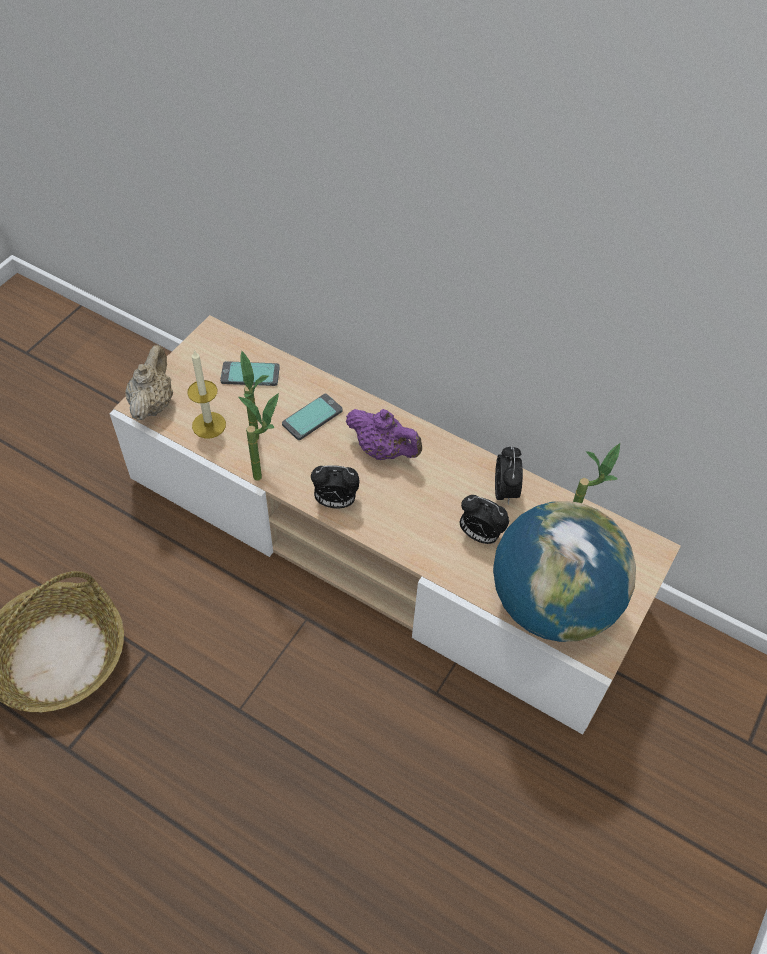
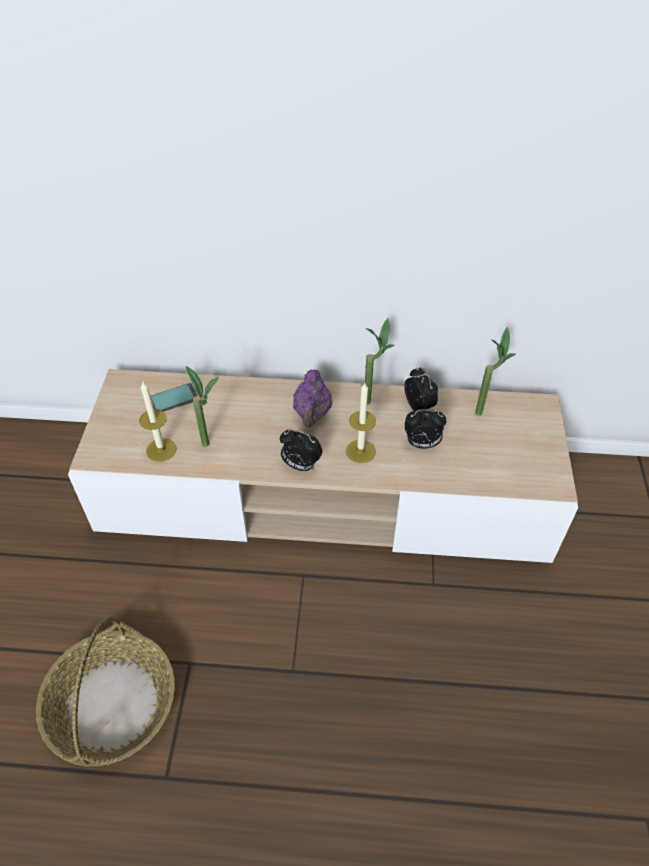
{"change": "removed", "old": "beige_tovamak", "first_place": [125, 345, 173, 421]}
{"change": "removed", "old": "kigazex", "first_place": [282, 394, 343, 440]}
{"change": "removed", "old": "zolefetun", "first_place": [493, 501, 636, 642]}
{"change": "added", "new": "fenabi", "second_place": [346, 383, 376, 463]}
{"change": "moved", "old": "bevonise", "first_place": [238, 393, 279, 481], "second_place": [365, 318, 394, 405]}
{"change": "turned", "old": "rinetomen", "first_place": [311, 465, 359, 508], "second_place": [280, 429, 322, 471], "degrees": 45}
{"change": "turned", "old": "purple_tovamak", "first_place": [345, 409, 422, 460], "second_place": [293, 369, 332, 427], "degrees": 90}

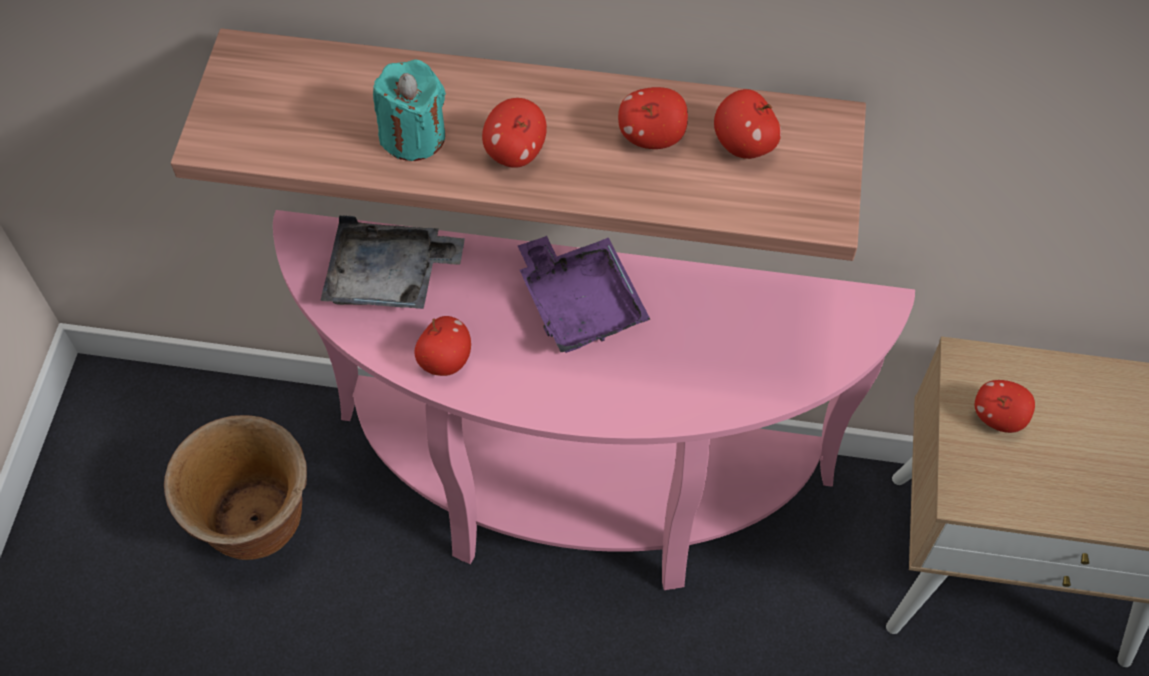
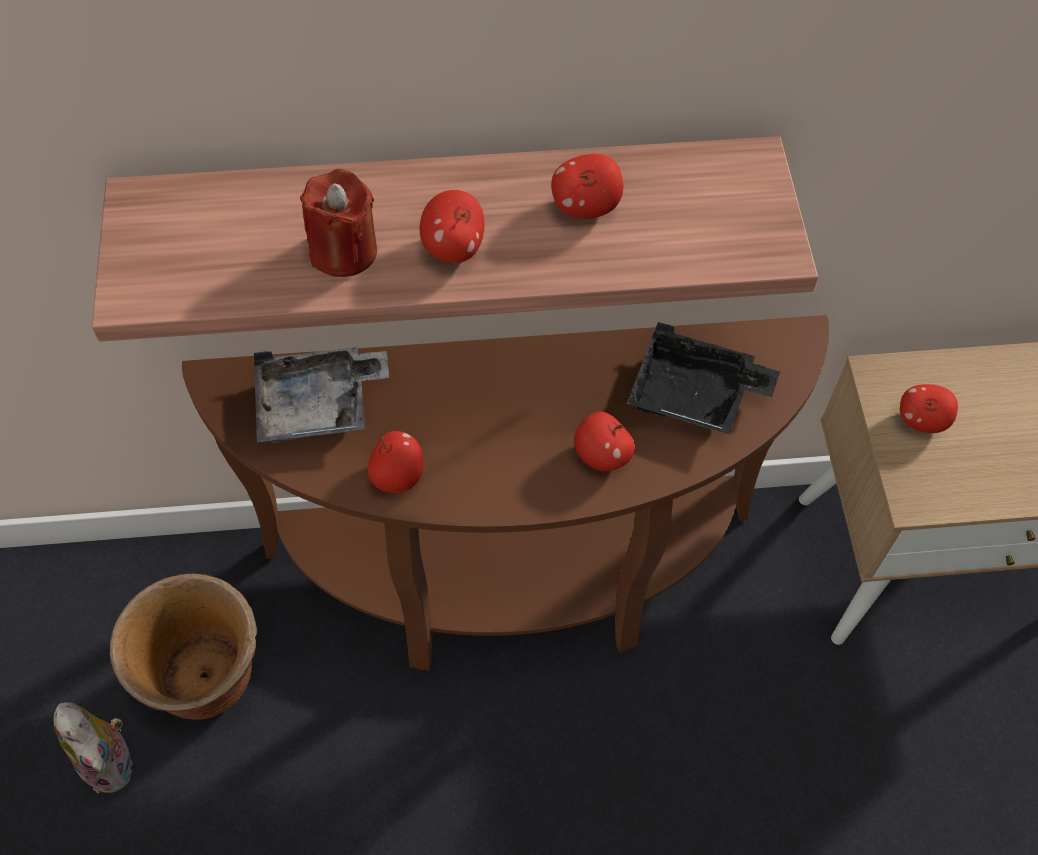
{"change": "removed", "old": "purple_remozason", "first_place": [518, 236, 650, 353]}
{"change": "added", "new": "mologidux", "second_place": [53, 702, 133, 793]}
{"change": "added", "new": "black_remozason", "second_place": [627, 322, 780, 435]}
{"change": "moved", "old": "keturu", "first_place": [714, 89, 781, 159], "second_place": [574, 412, 635, 471]}
{"change": "recoloured", "old": "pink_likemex", "new": "brown_likemex", "first_place": [273, 210, 915, 590], "second_place": [182, 315, 829, 671]}
{"change": "recoloured", "old": "turquoise_fenabi", "new": "red_fenabi", "first_place": [373, 59, 446, 161], "second_place": [300, 169, 377, 277]}

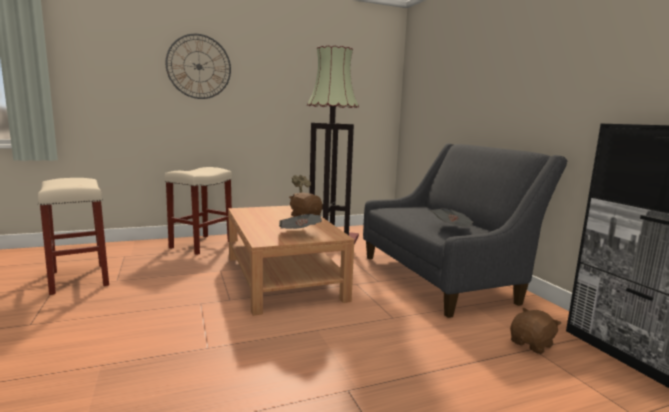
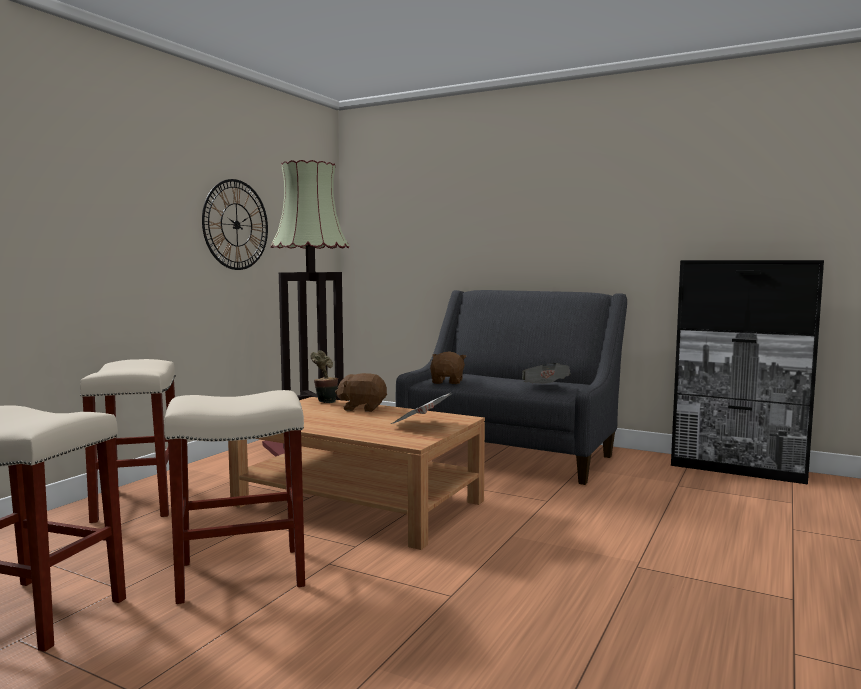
{"change": "added", "new": "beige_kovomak", "second_place": [164, 390, 305, 604]}
{"change": "moved", "old": "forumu", "first_place": [166, 34, 231, 99], "second_place": [202, 179, 268, 270]}
{"change": "moved", "old": "brown_mologidux", "first_place": [510, 308, 562, 354], "second_place": [430, 351, 467, 384]}

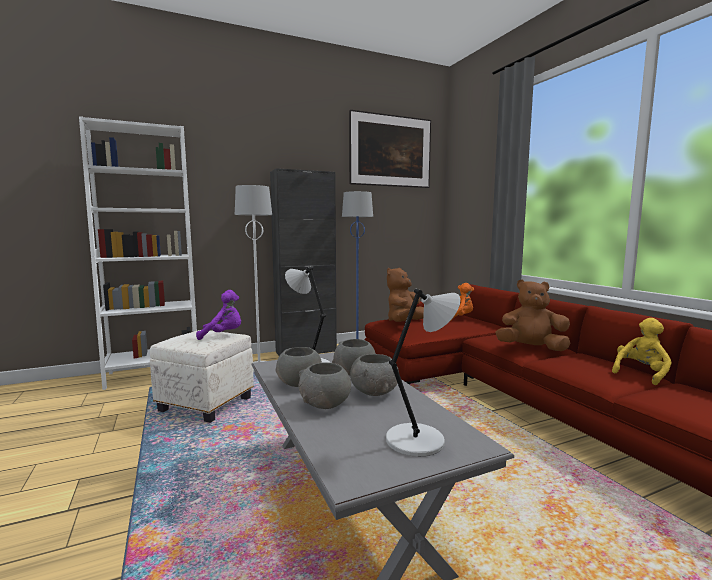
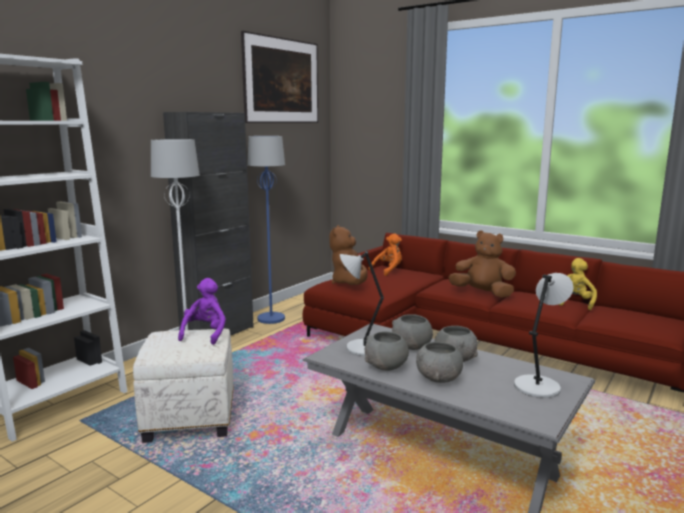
{"change": "turned", "old": "purple_mologidux", "first_place": [196, 290, 241, 340], "second_place": [178, 278, 226, 345], "degrees": -45}
{"change": "turned", "old": "brown_mologidux", "first_place": [495, 279, 571, 351], "second_place": [448, 230, 516, 297], "degrees": 45}

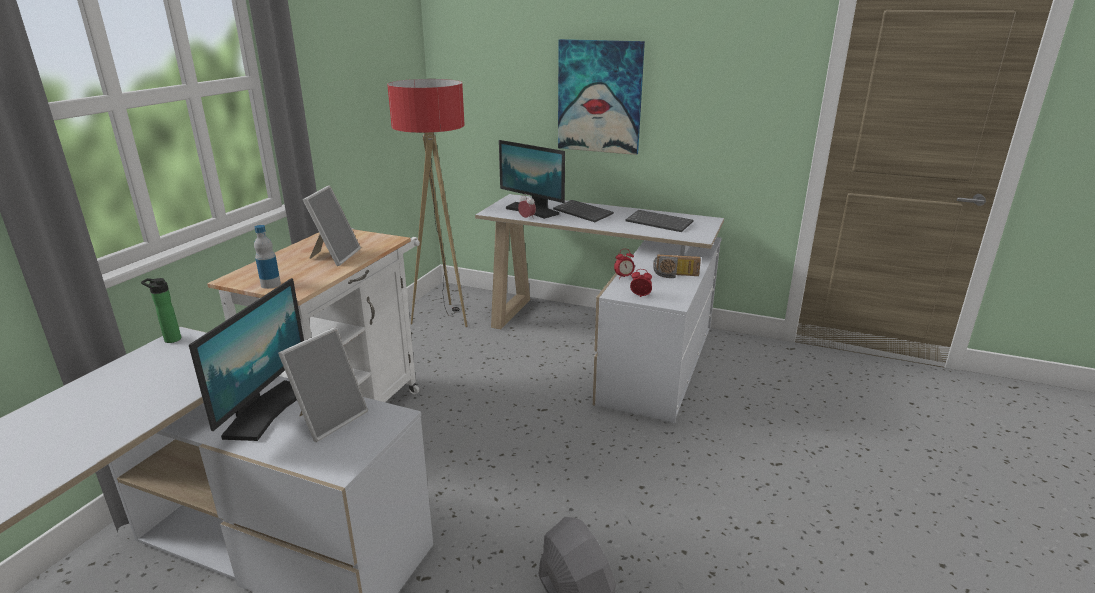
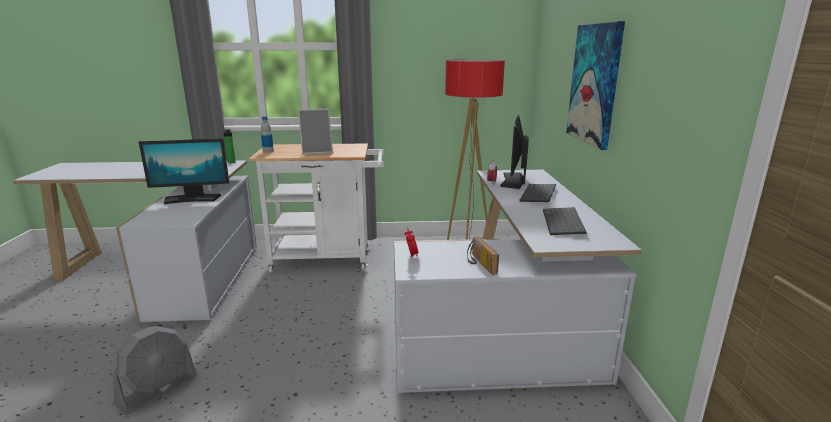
{"change": "removed", "old": "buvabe", "first_place": [278, 327, 368, 442]}
{"change": "removed", "old": "rinetomen", "first_place": [614, 249, 635, 279]}

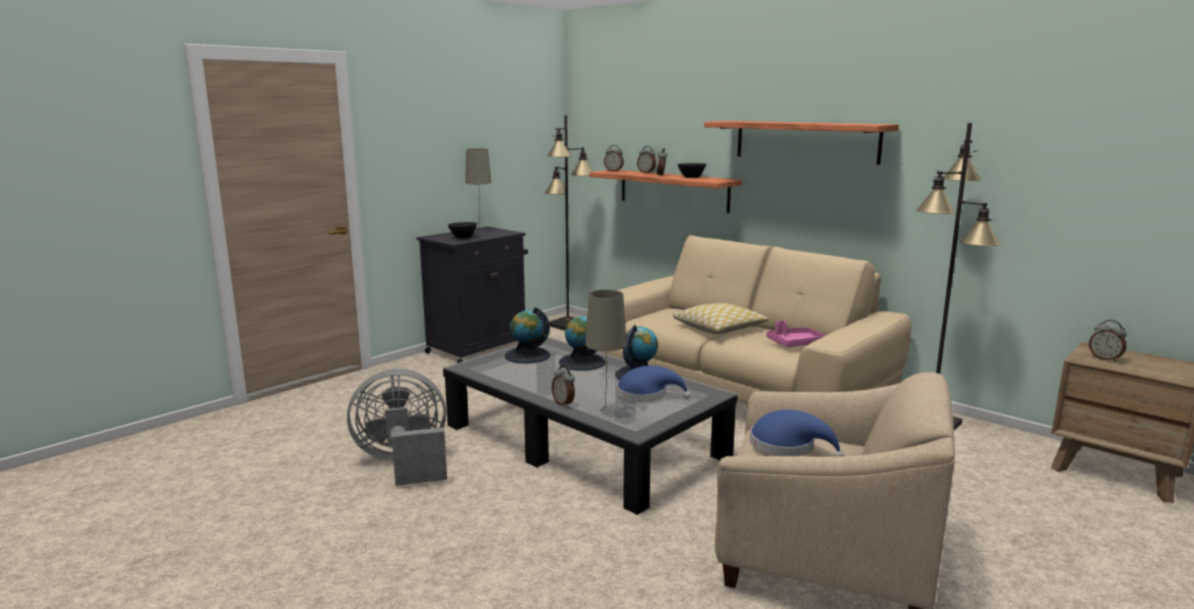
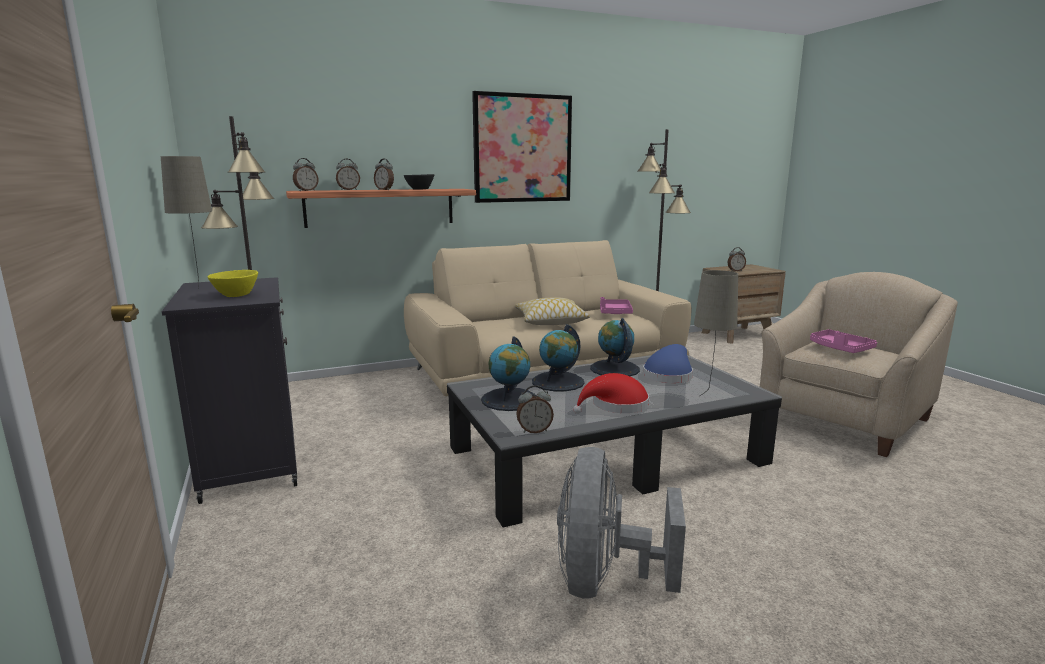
{"change": "added", "new": "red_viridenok", "second_place": [573, 373, 649, 414]}
{"change": "moved", "old": "rinetomen", "first_place": [552, 365, 575, 407], "second_place": [516, 385, 554, 433]}
{"change": "replaced", "old": "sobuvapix", "new": "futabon", "first_place": [704, 121, 899, 165], "second_place": [472, 91, 572, 203]}
{"change": "replaced", "old": "blue_viridenok", "new": "pink_remozason", "first_place": [750, 410, 844, 457], "second_place": [810, 329, 877, 353]}
{"change": "recoloured", "old": "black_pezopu", "new": "yellow_pezopu", "first_place": [448, 222, 477, 238], "second_place": [208, 270, 258, 297]}

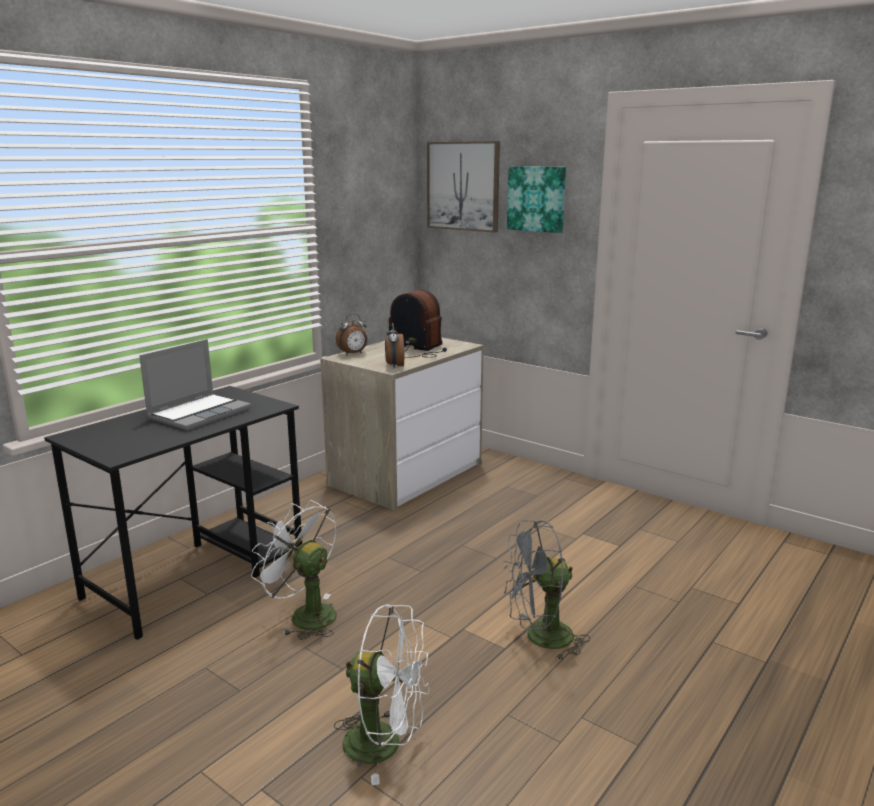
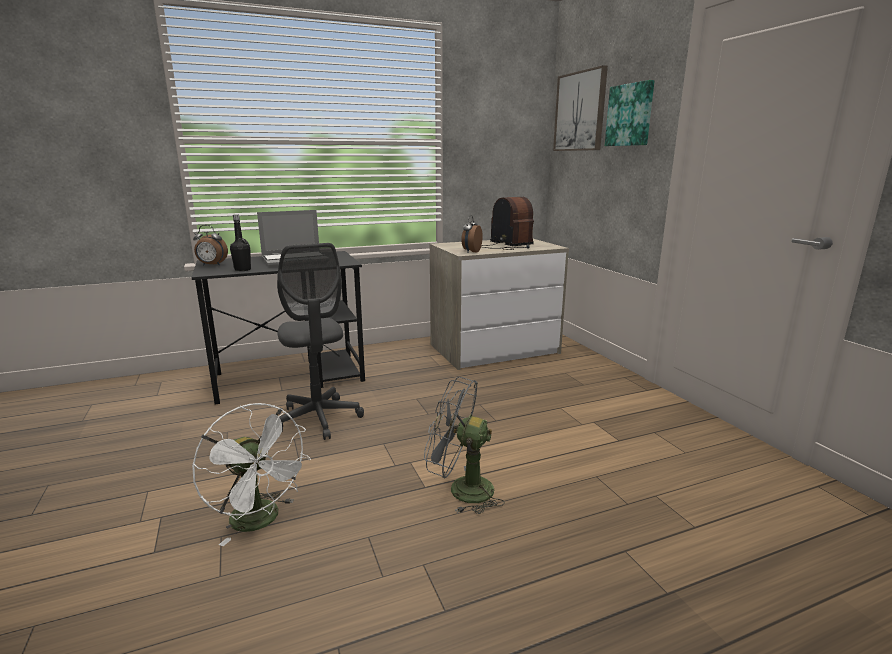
{"change": "added", "new": "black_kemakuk", "second_place": [230, 214, 251, 271]}
{"change": "moved", "old": "rinetomen", "first_place": [336, 313, 367, 355], "second_place": [193, 225, 228, 266]}
{"change": "replaced", "old": "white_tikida", "new": "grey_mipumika", "first_place": [251, 500, 337, 640], "second_place": [277, 243, 364, 440]}

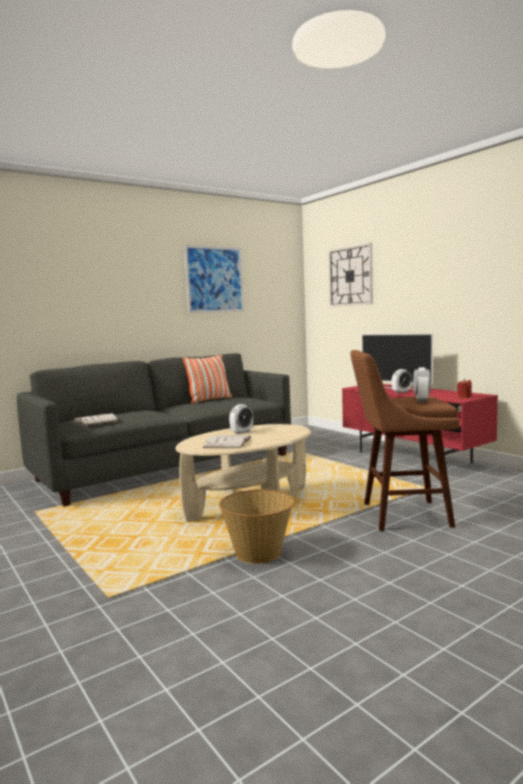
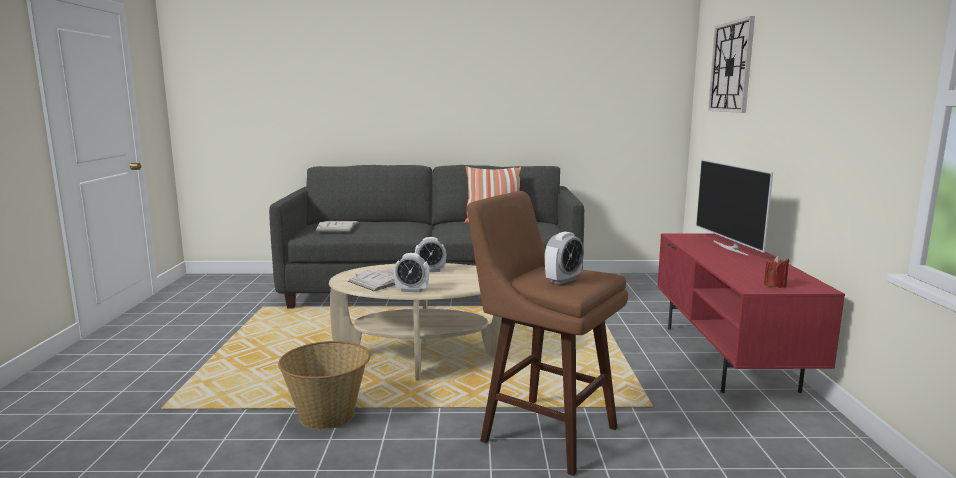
{"change": "removed", "old": "futabon", "first_place": [184, 245, 244, 313]}
{"change": "moved", "old": "rinetomen", "first_place": [392, 369, 412, 393], "second_place": [393, 253, 429, 292]}

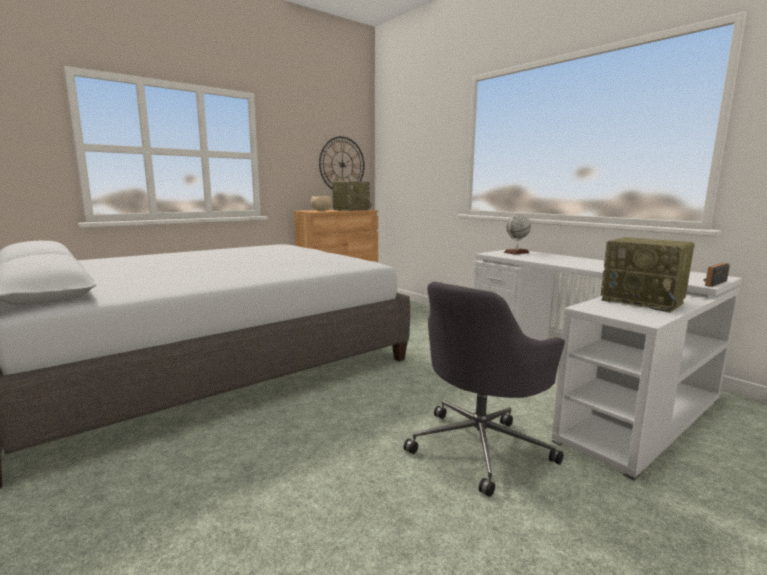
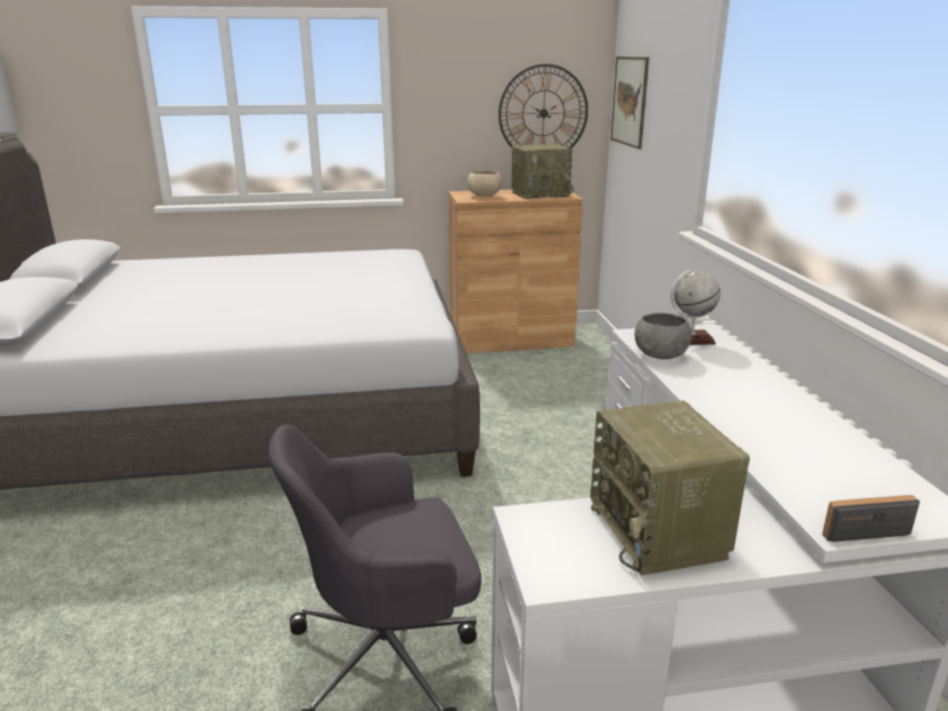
{"change": "added", "new": "futabon", "second_place": [610, 57, 649, 149]}
{"change": "added", "new": "grey_pezopu", "second_place": [634, 313, 692, 359]}

